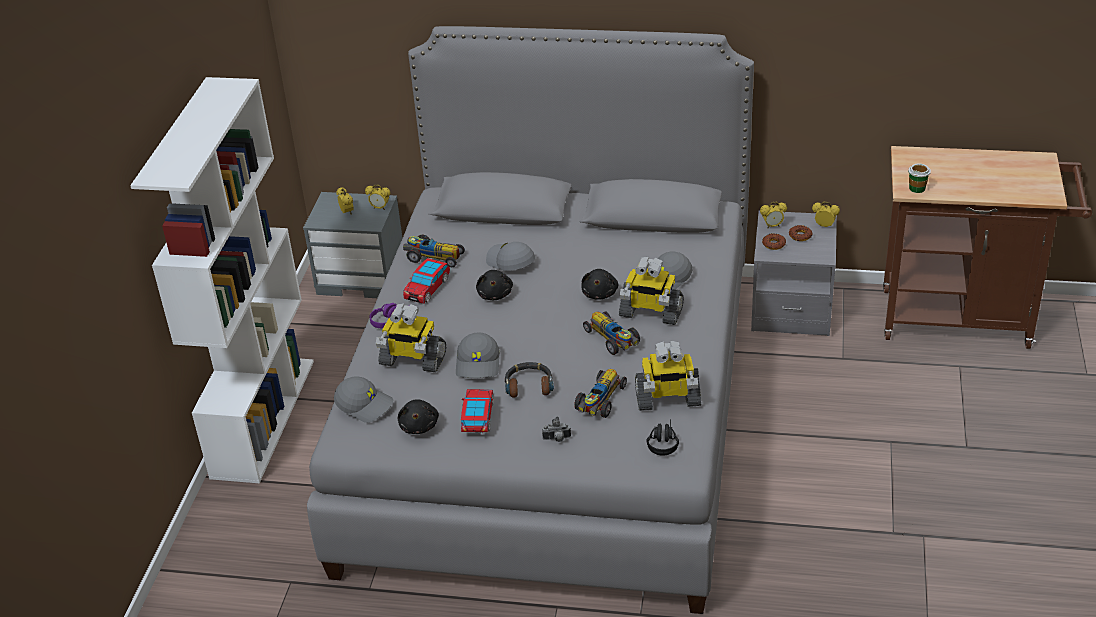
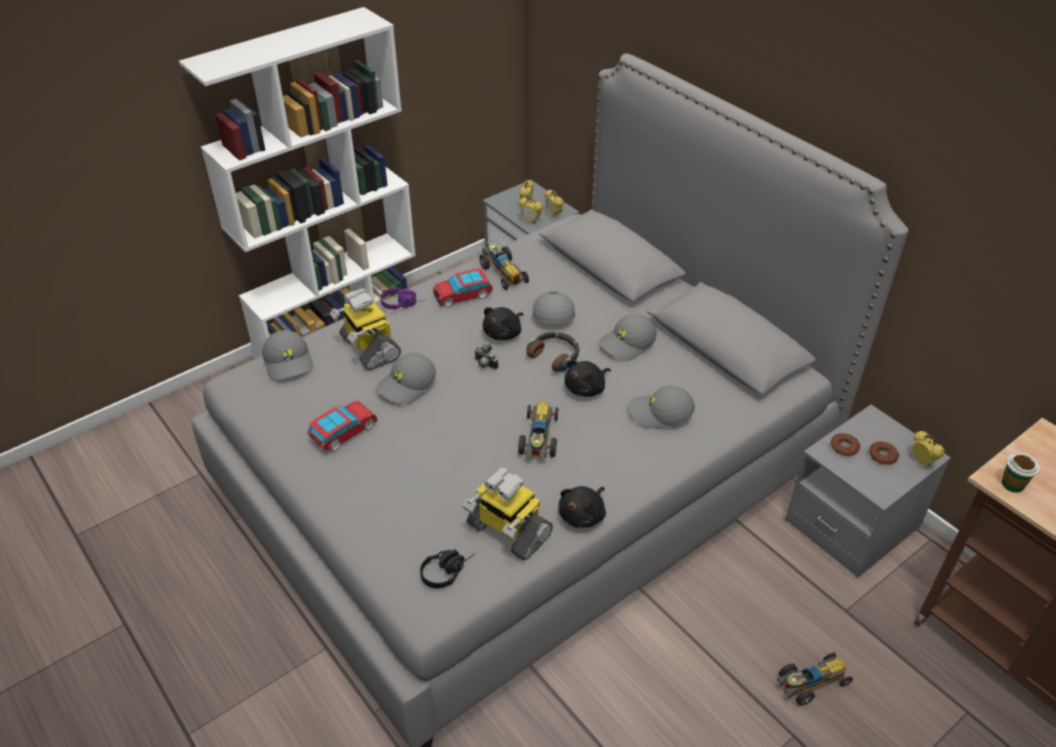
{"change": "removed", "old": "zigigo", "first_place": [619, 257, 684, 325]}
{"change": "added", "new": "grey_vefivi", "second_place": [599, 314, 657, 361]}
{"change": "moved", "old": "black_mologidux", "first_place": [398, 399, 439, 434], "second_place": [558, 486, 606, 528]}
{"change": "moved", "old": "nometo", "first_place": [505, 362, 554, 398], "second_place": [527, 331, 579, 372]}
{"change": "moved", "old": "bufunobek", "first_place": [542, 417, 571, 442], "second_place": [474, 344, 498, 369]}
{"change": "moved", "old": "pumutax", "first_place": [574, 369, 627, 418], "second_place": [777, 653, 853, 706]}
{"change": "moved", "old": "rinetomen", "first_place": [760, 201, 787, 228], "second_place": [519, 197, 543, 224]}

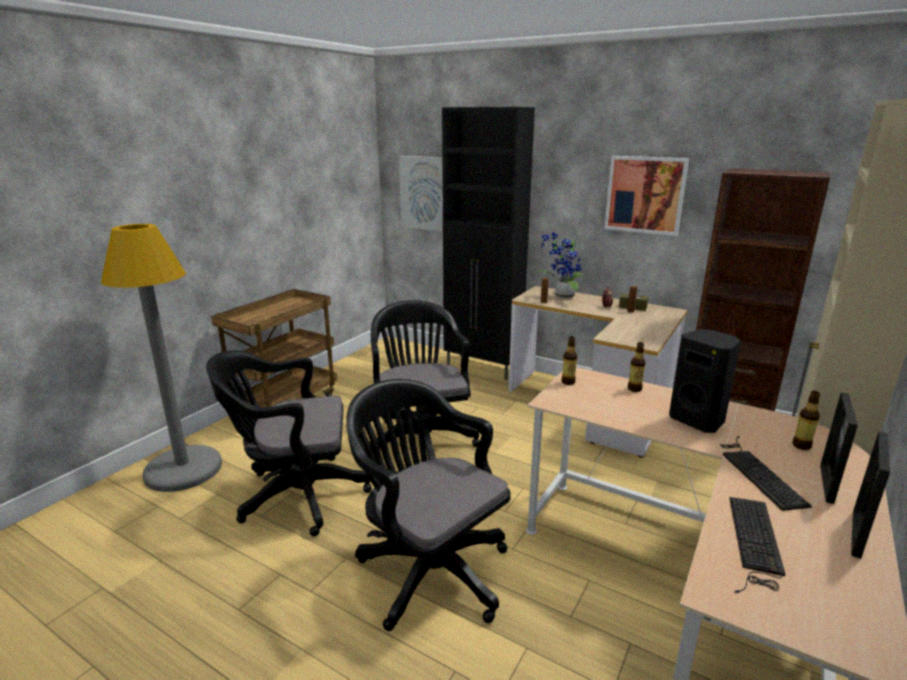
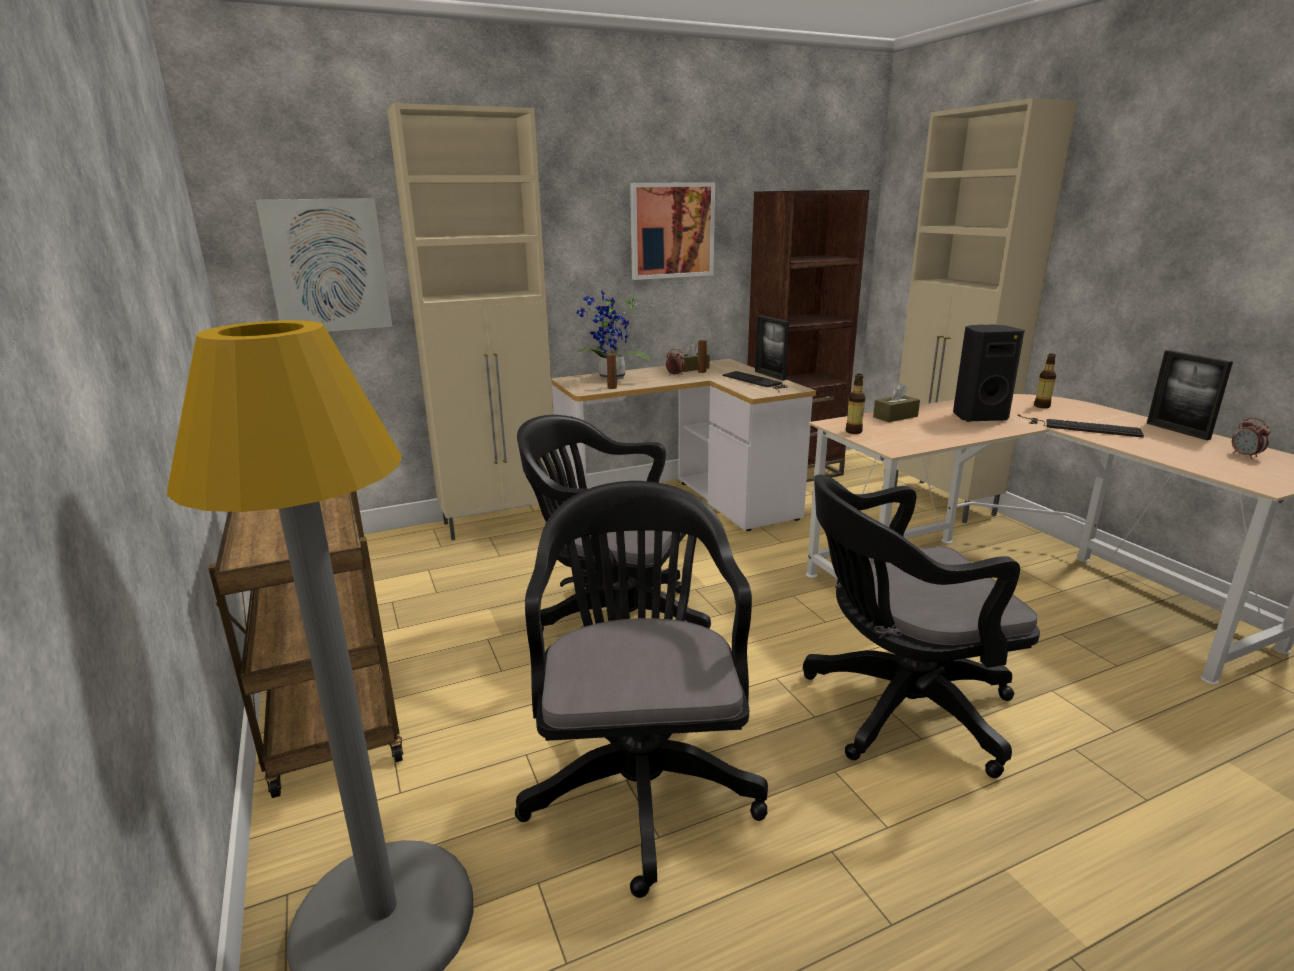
{"change": "added", "new": "rinetomen", "second_place": [1232, 417, 1271, 459]}
{"change": "moved", "old": "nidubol", "first_place": [729, 497, 785, 593], "second_place": [722, 371, 788, 392]}
{"change": "moved", "old": "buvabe", "first_place": [820, 393, 858, 504], "second_place": [755, 315, 790, 381]}
{"change": "replaced", "old": "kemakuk", "new": "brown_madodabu", "first_place": [628, 342, 646, 392], "second_place": [873, 383, 920, 422]}
{"change": "recoloured", "old": "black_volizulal", "new": "beige_volizulal", "first_place": [442, 107, 535, 380], "second_place": [387, 103, 557, 540]}
{"change": "turned", "old": "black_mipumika", "first_place": [206, 350, 372, 536], "second_place": [515, 481, 768, 898], "degrees": 150}

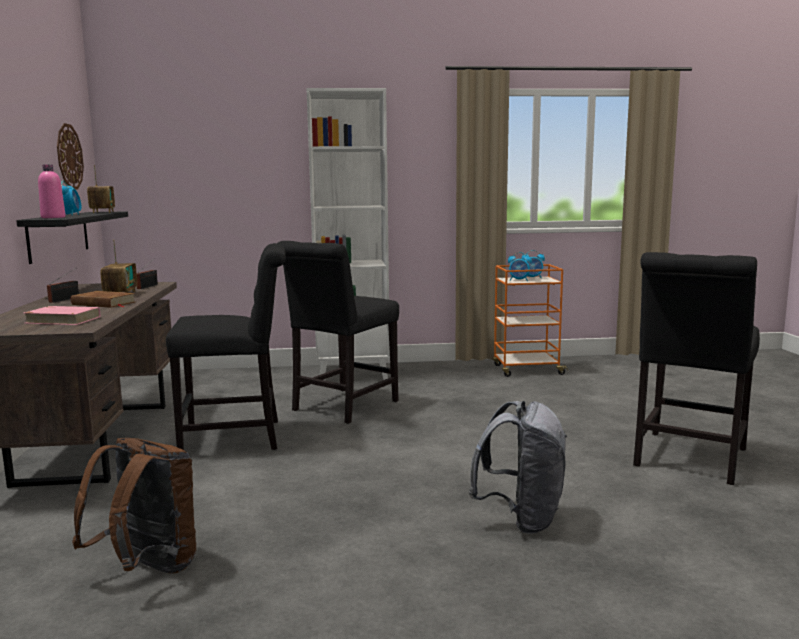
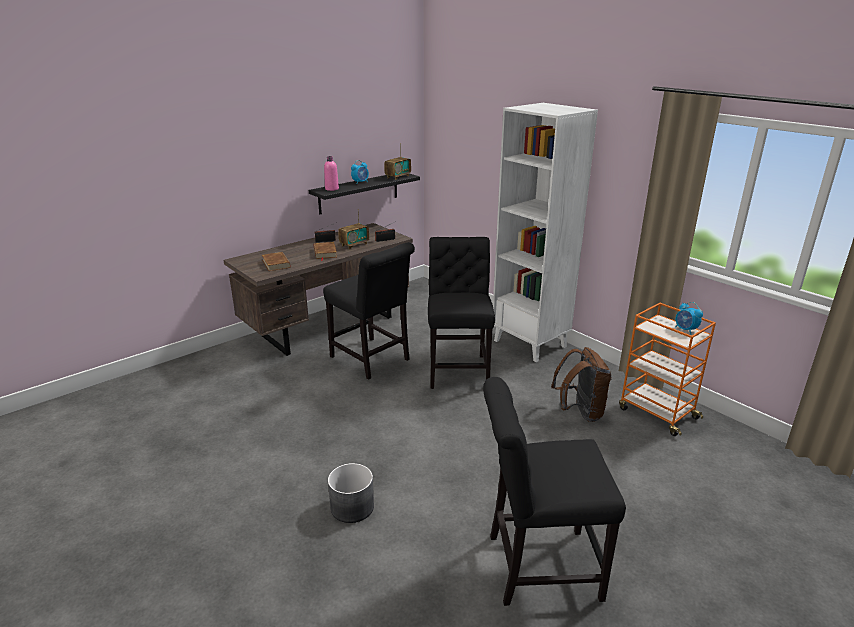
{"change": "removed", "old": "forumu", "first_place": [57, 123, 84, 189]}
{"change": "removed", "old": "rinetomen", "first_place": [508, 252, 532, 281]}
{"change": "moved", "old": "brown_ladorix", "first_place": [72, 438, 196, 573], "second_place": [551, 347, 611, 422]}
{"change": "replaced", "old": "grey_ladorix", "new": "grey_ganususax", "first_place": [469, 401, 567, 534], "second_place": [328, 463, 374, 523]}
{"change": "recoloured", "old": "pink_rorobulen", "new": "brown_rorobulen", "first_place": [24, 306, 100, 325], "second_place": [262, 252, 291, 271]}
{"change": "turned", "old": "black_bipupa", "first_place": [277, 241, 399, 424], "second_place": [428, 237, 495, 389], "degrees": 90}

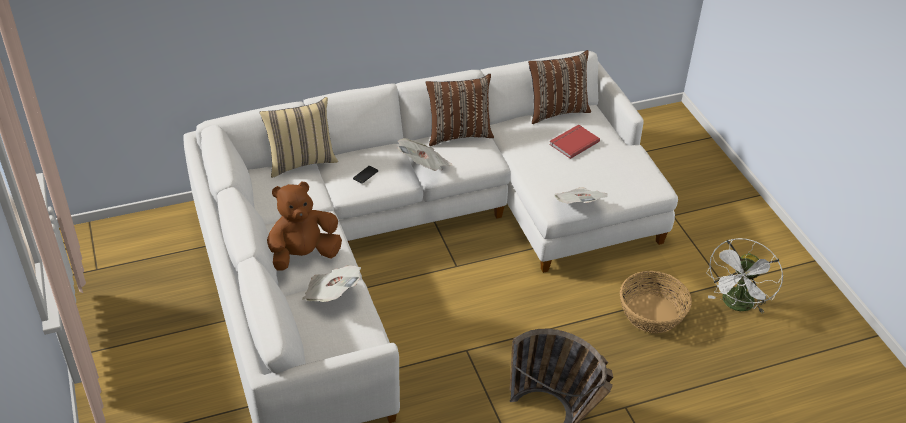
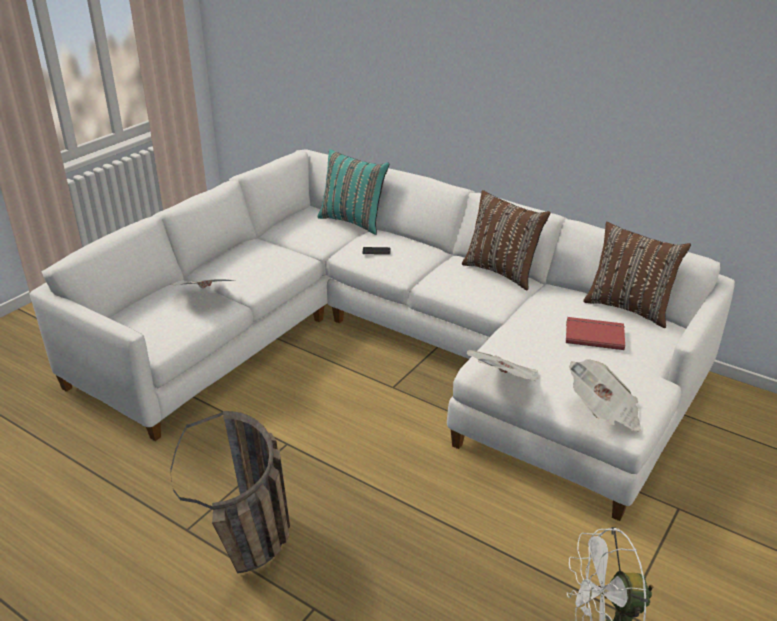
{"change": "removed", "old": "brown_mologidux", "first_place": [267, 181, 342, 271]}
{"change": "removed", "old": "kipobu", "first_place": [620, 271, 692, 333]}
{"change": "moved", "old": "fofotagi", "first_place": [397, 138, 452, 171], "second_place": [569, 359, 641, 432]}
{"change": "recoloured", "old": "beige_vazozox", "new": "turquoise_vazozox", "first_place": [260, 97, 338, 178], "second_place": [317, 149, 389, 235]}

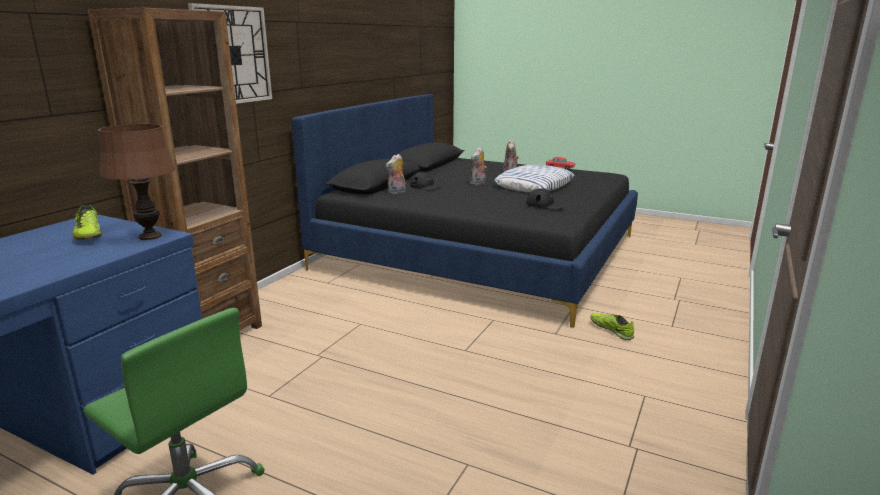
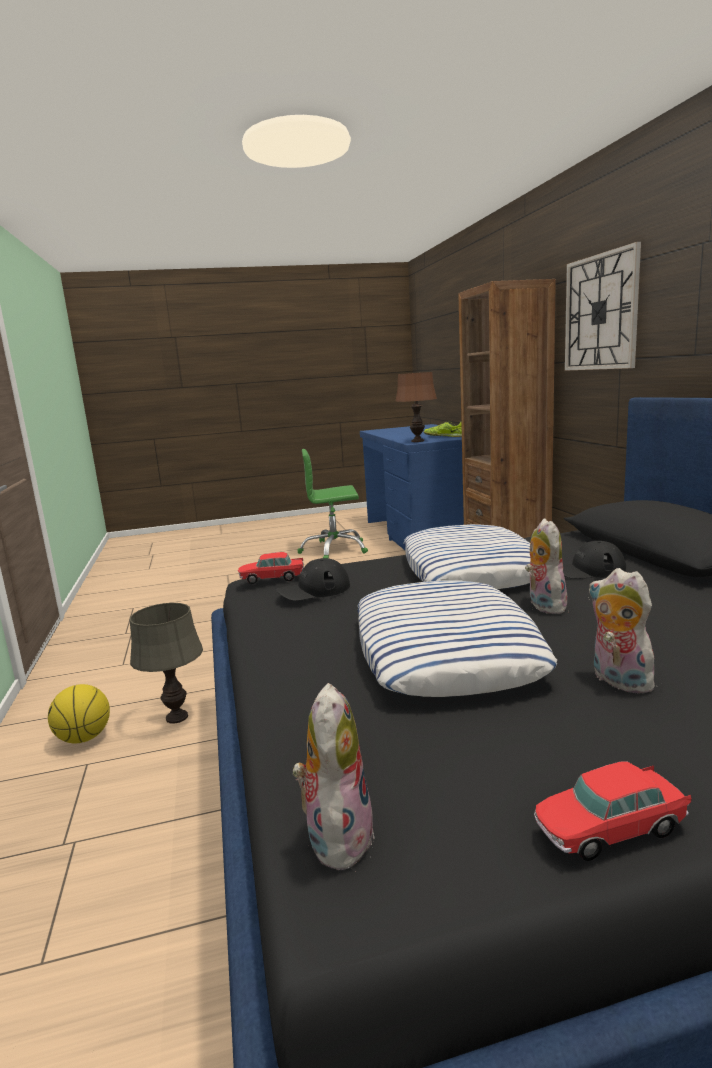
{"change": "added", "new": "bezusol", "second_place": [48, 684, 110, 743]}
{"change": "added", "new": "pumutax", "second_place": [238, 552, 304, 584]}
{"change": "added", "new": "vazozox", "second_place": [403, 524, 530, 589]}
{"change": "moved", "old": "mologidux", "first_place": [386, 154, 406, 194], "second_place": [293, 683, 374, 872]}
{"change": "replaced", "old": "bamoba", "new": "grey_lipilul", "first_place": [590, 313, 634, 340], "second_place": [130, 603, 203, 724]}

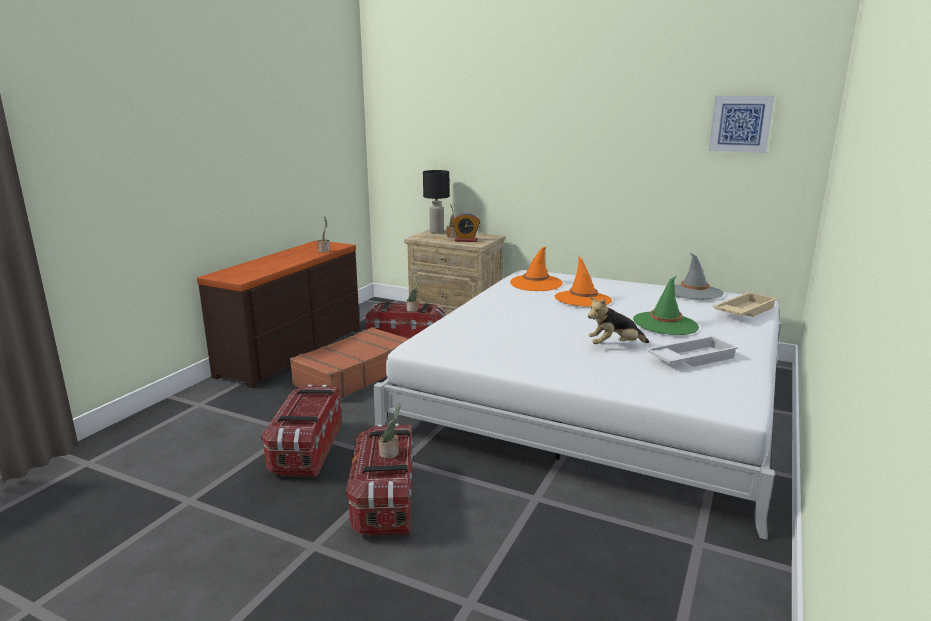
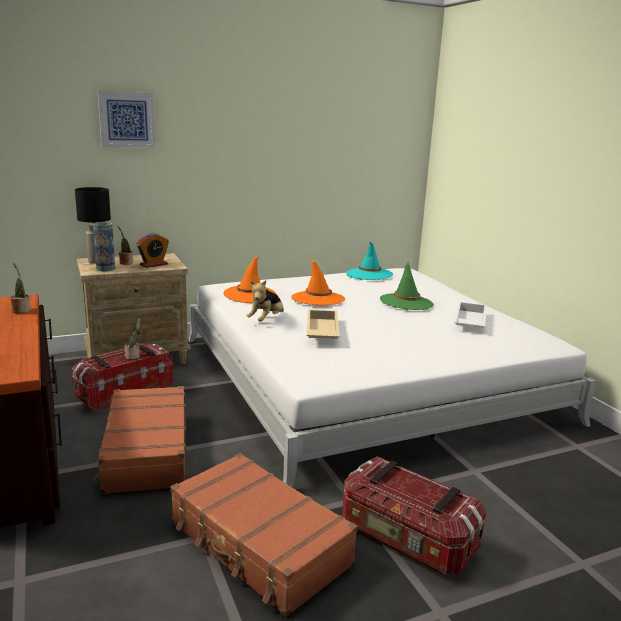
{"change": "removed", "old": "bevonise", "first_place": [379, 403, 401, 459]}
{"change": "added", "new": "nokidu", "second_place": [93, 222, 115, 271]}
{"change": "moved", "old": "mologidux", "first_place": [588, 297, 649, 344], "second_place": [246, 280, 284, 322]}
{"change": "moved", "old": "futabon", "first_place": [709, 96, 775, 153], "second_place": [98, 91, 155, 148]}
{"change": "moved", "old": "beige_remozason", "first_place": [713, 292, 777, 317], "second_place": [307, 309, 340, 339]}
{"change": "replaced", "old": "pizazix", "new": "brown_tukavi", "first_place": [261, 384, 341, 478], "second_place": [170, 453, 358, 617]}
{"change": "recoloured", "old": "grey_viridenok", "new": "turquoise_viridenok", "first_place": [674, 253, 724, 299], "second_place": [346, 242, 393, 280]}

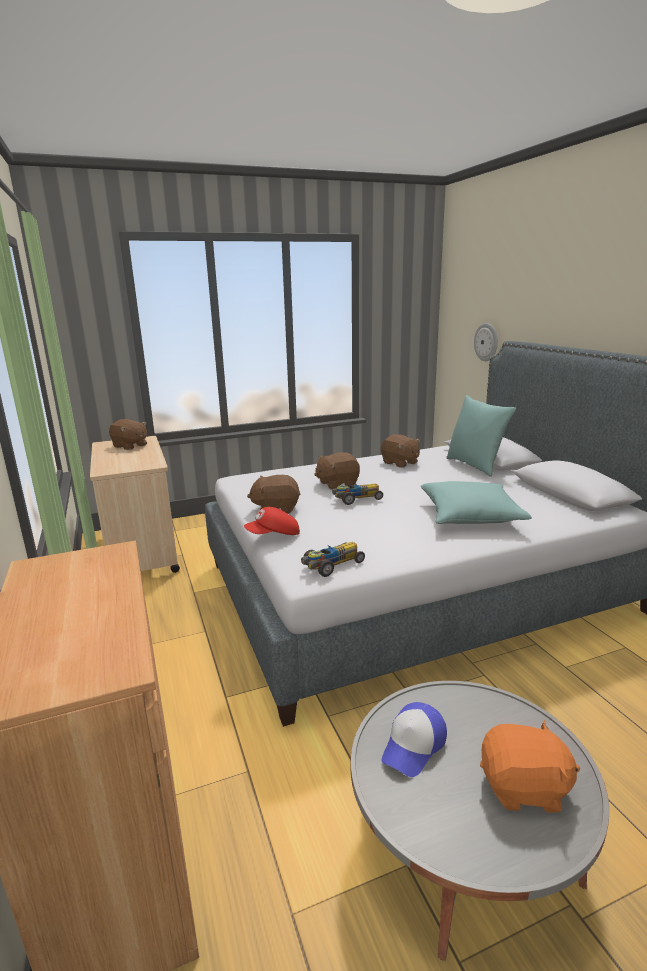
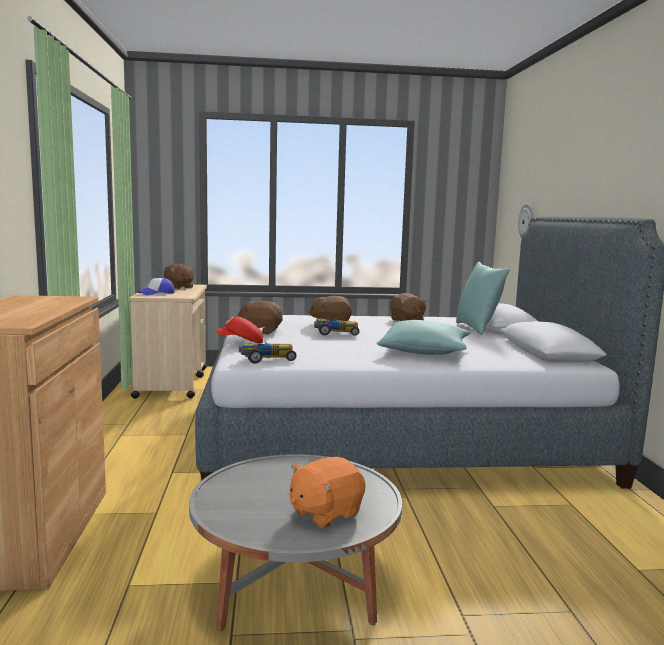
{"change": "moved", "old": "vefivi", "first_place": [382, 702, 447, 777], "second_place": [138, 278, 175, 295]}
{"change": "turned", "old": "orange_mologidux", "first_place": [480, 720, 580, 813], "second_place": [290, 457, 366, 528], "degrees": 120}

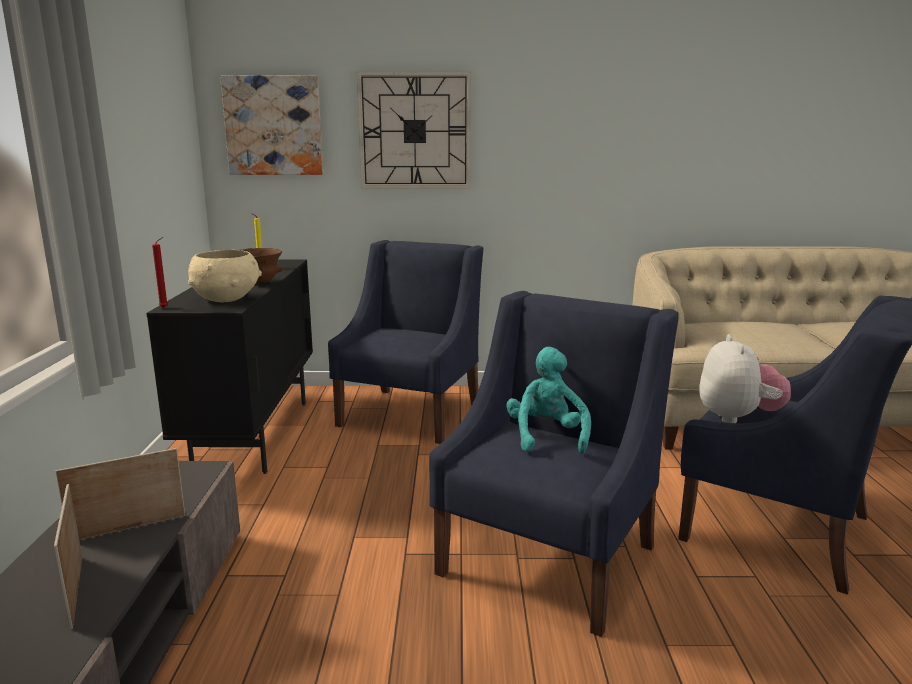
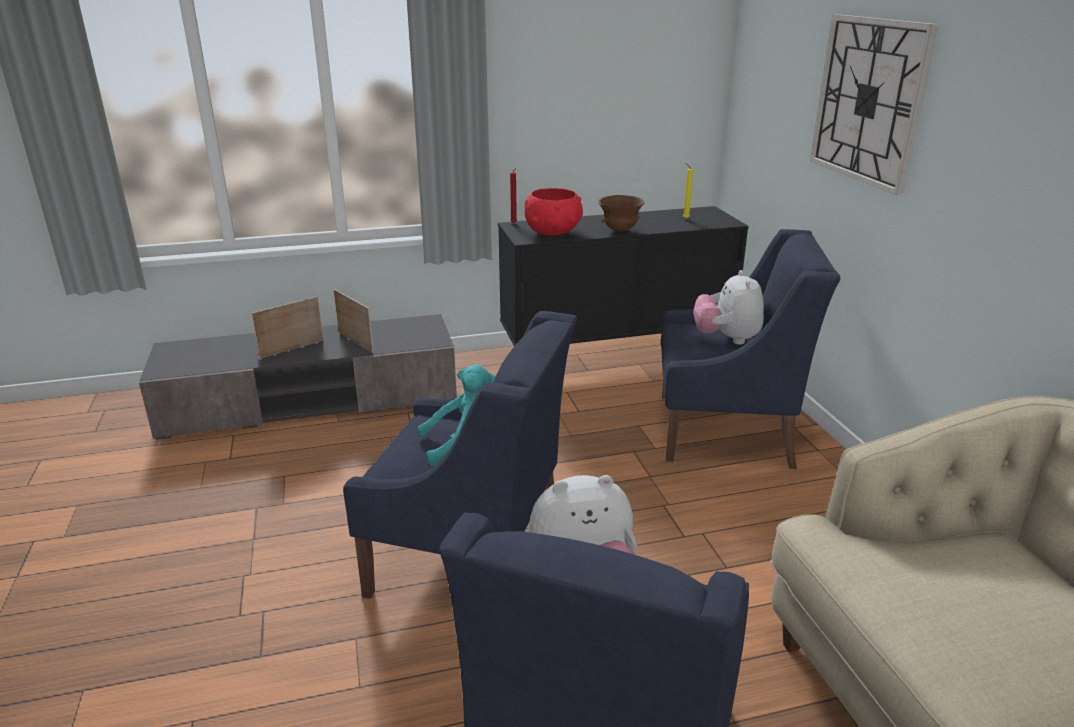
{"change": "removed", "old": "futabon", "first_place": [220, 75, 323, 175]}
{"change": "added", "new": "mologidux", "second_place": [693, 270, 764, 345]}
{"change": "recoloured", "old": "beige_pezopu", "new": "red_pezopu", "first_place": [188, 250, 262, 303], "second_place": [524, 188, 583, 236]}

